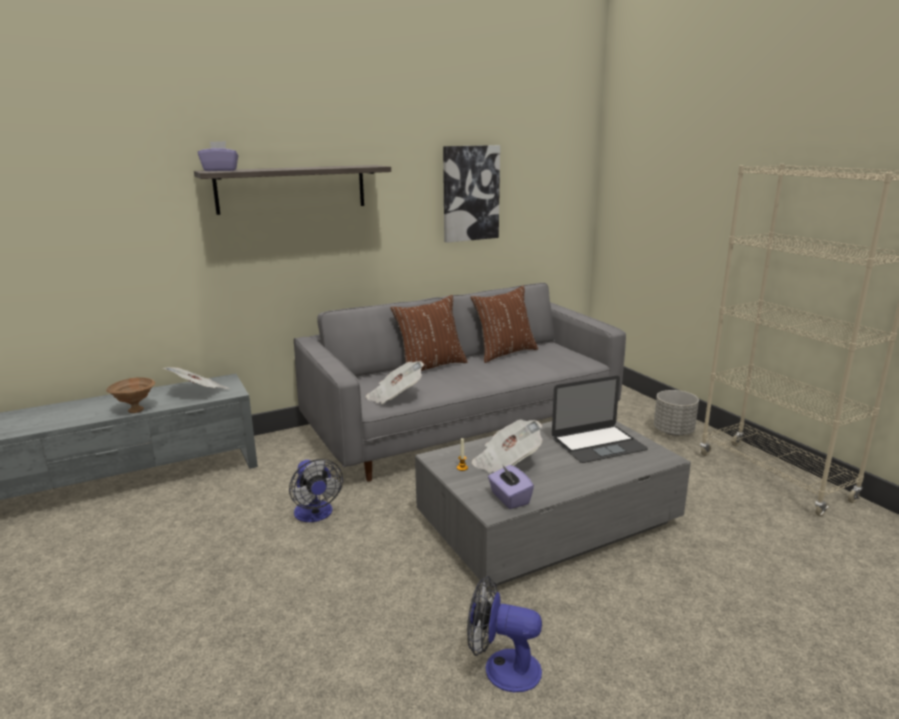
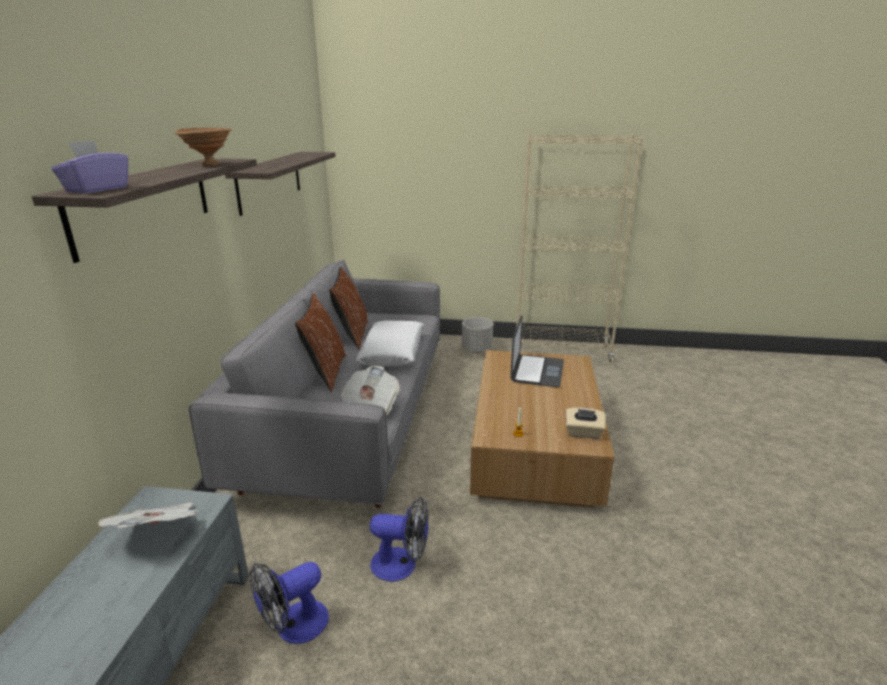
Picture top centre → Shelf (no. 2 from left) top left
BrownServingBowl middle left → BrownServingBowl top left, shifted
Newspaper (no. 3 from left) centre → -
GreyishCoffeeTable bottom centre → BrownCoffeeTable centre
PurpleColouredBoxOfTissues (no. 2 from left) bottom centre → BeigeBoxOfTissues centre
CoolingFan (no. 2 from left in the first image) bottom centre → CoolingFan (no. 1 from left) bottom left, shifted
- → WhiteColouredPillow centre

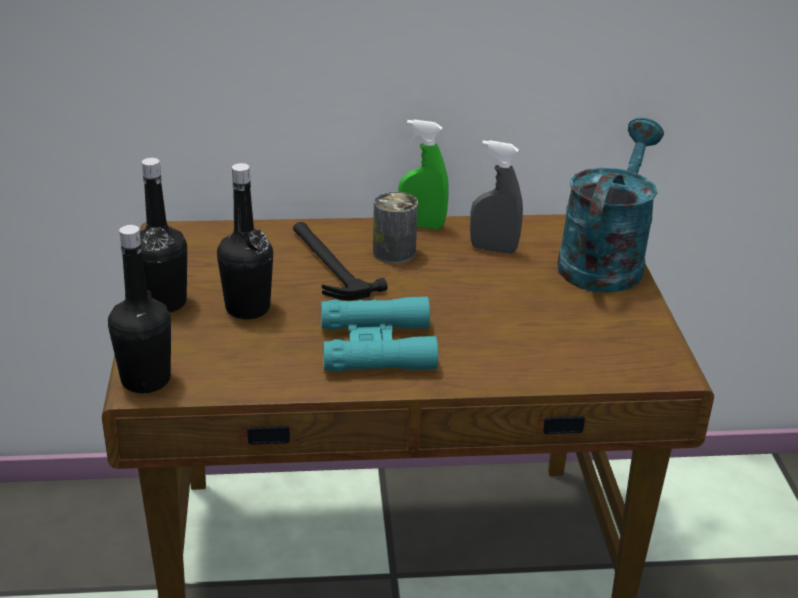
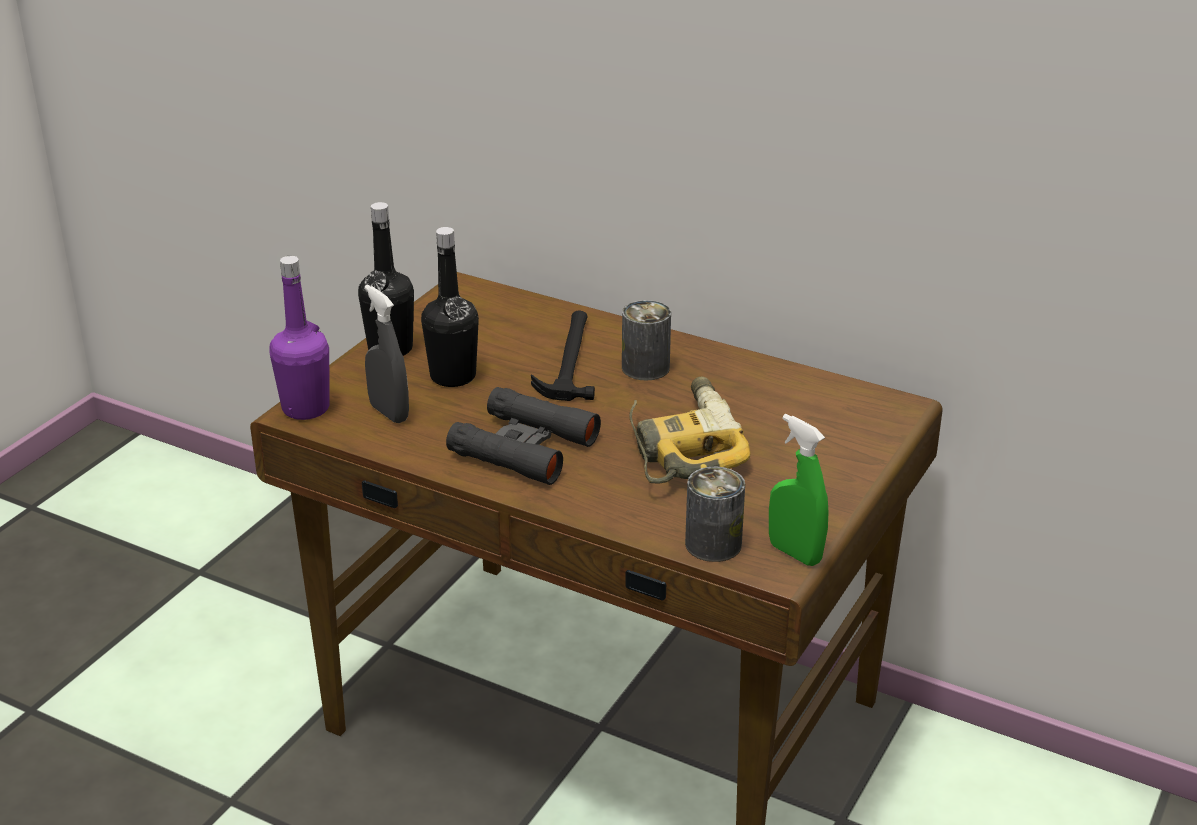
TurquoiseColouredWateringCan middle right → -
GreenColouredHandSprayer top centre → GreenColouredHandSprayer middle right, shifted
GreyishHandSprayer top centre → GreyishHandSprayer middle left, shifted
BlackColouredBottle (no. 1 from left) middle left → PurpleColouredBottle middle left
TurquoiseColouredFieldGlasses centre → BlackColouredFieldGlasses centre
- → PowerDrill centre
- → MetalCan (no. 2 from left) centre

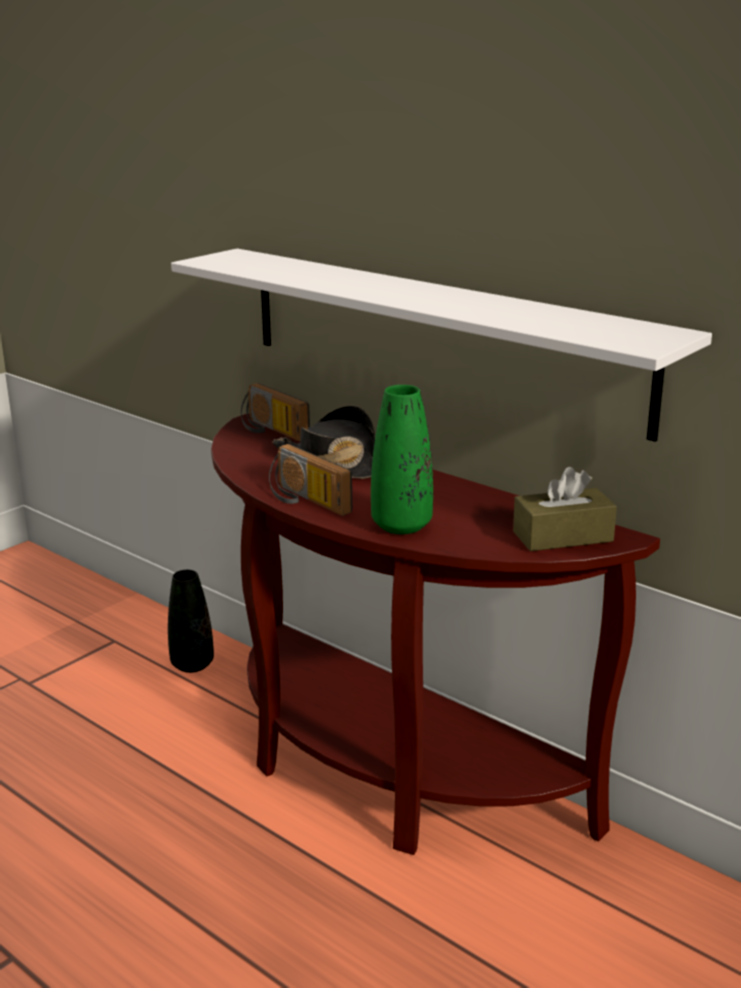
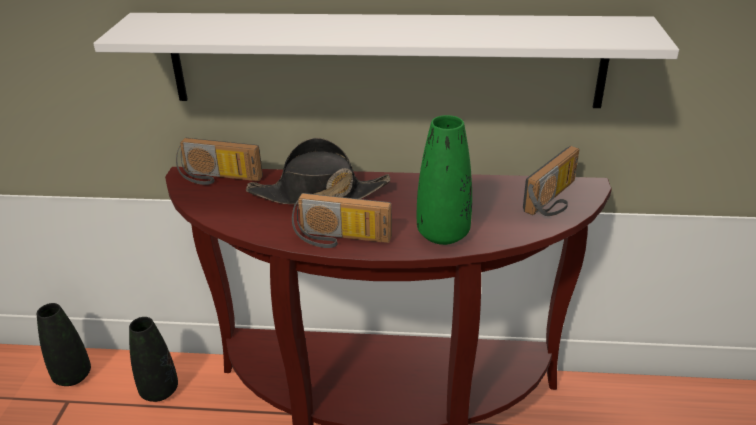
BrownBoxOfTissues middle right → Radio (no. 3 from left) middle right
- → BlackColouredDecorativeVase (no. 1 from left) bottom left

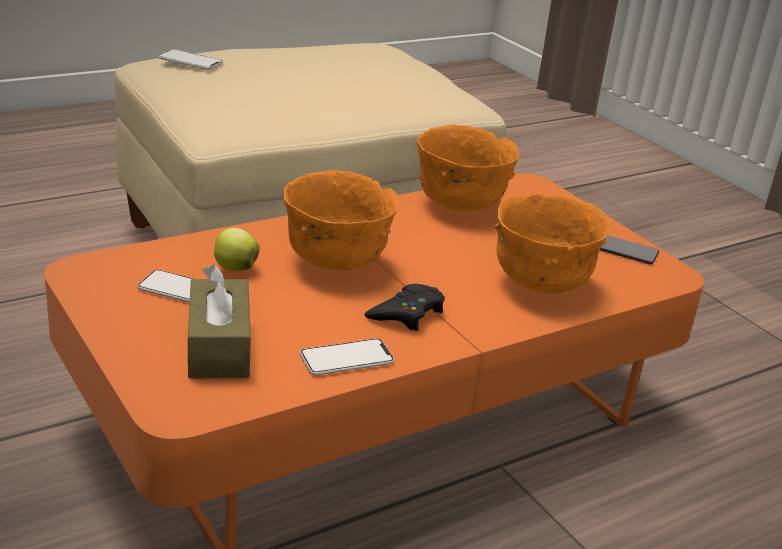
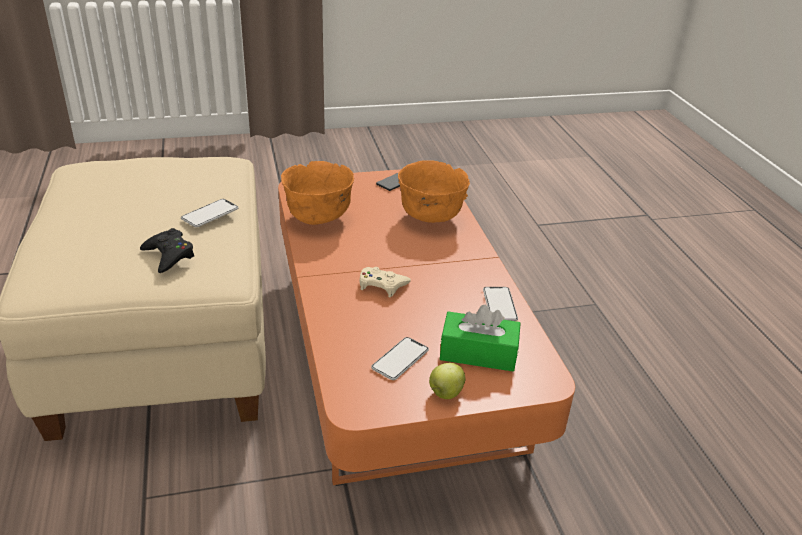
Handset (no. 2 from left in the first image) top left → Handset (no. 1 from left) middle left, shifted
OrangeColouredServingBowl (no. 1 from left) centre → BeigeGamepad centre
Apple middle left → Apple bottom centre, shifted
BrownBoxOfTissues middle left → GreenColouredBoxOfTissues centre
BlackColouredGamepad centre → BlackColouredGamepad middle left, shifted

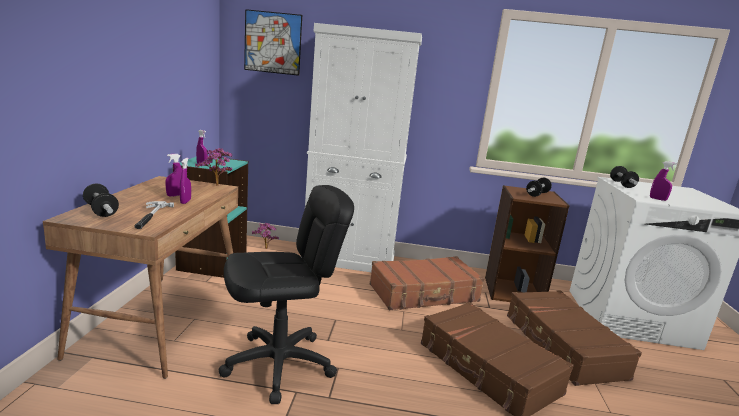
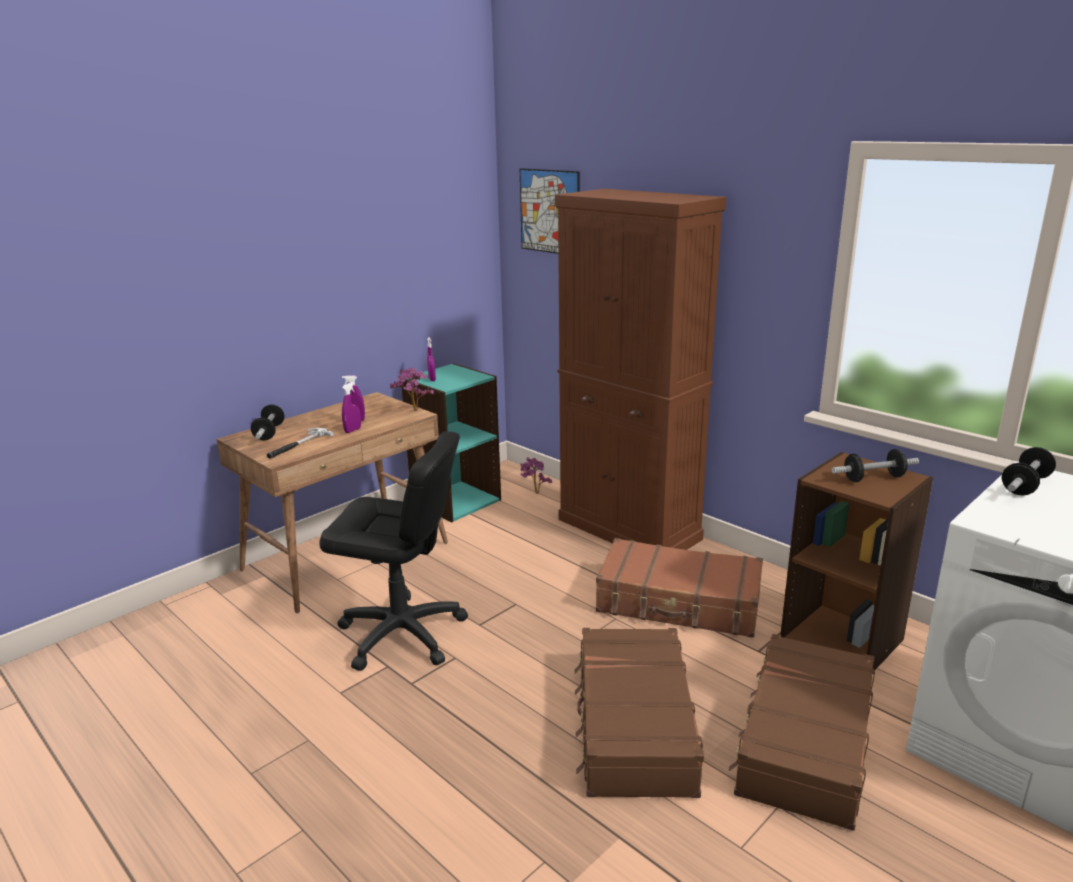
WhiteColouredStorageCabinet centre → BrownStorageCabinet centre
PurpleColouredHandSprayer (no. 4 from left) middle right → -

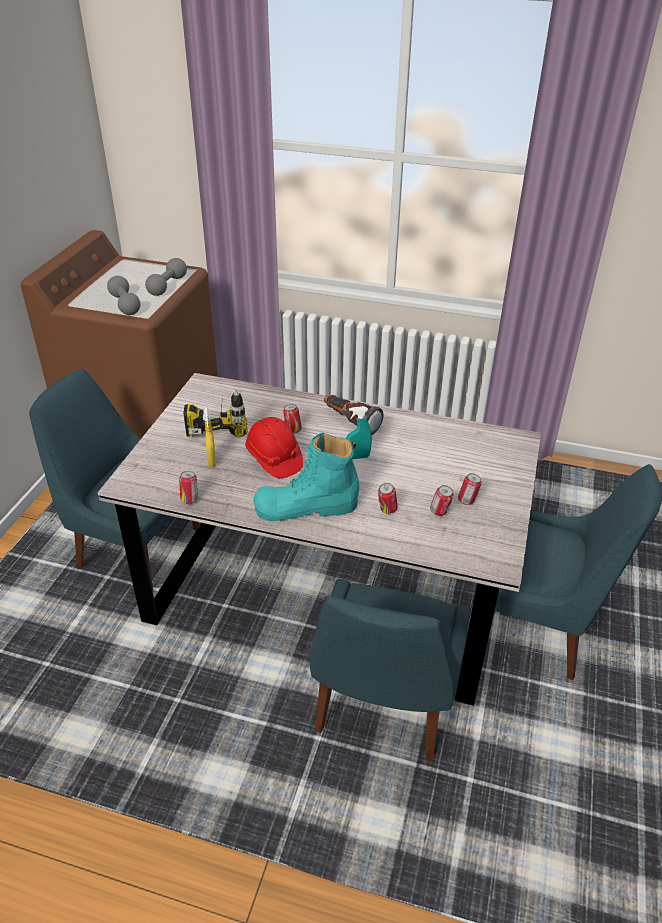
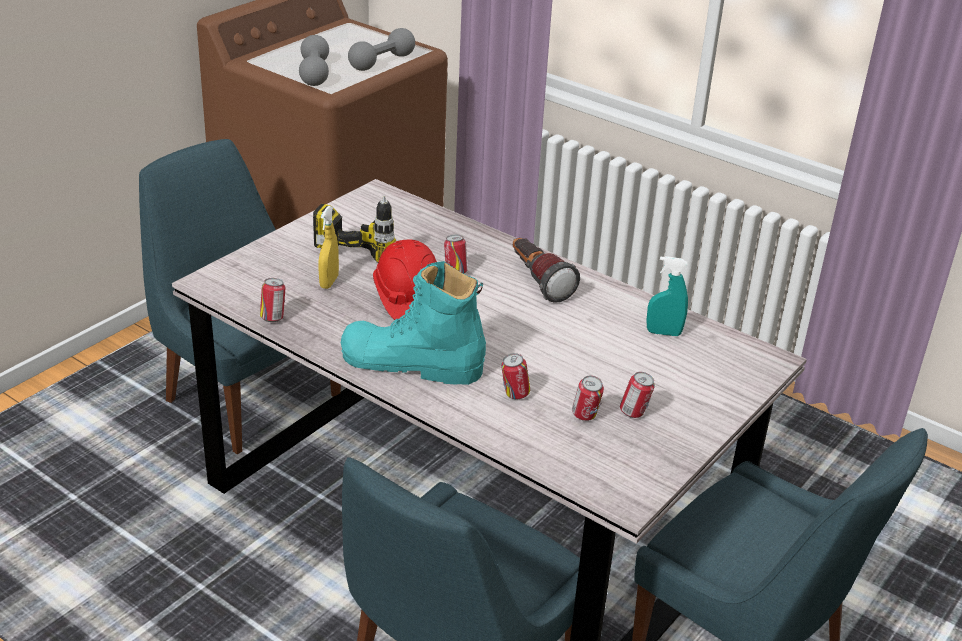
TurquoiseColouredHandSprayer centre → TurquoiseColouredHandSprayer middle right, shifted

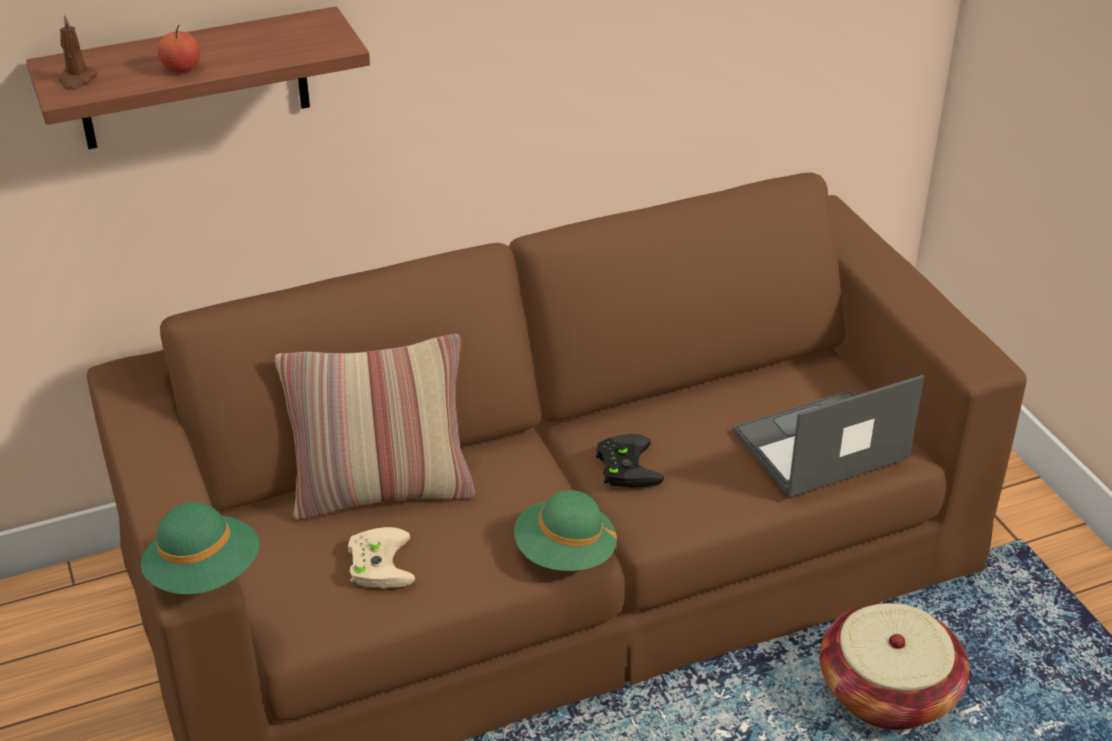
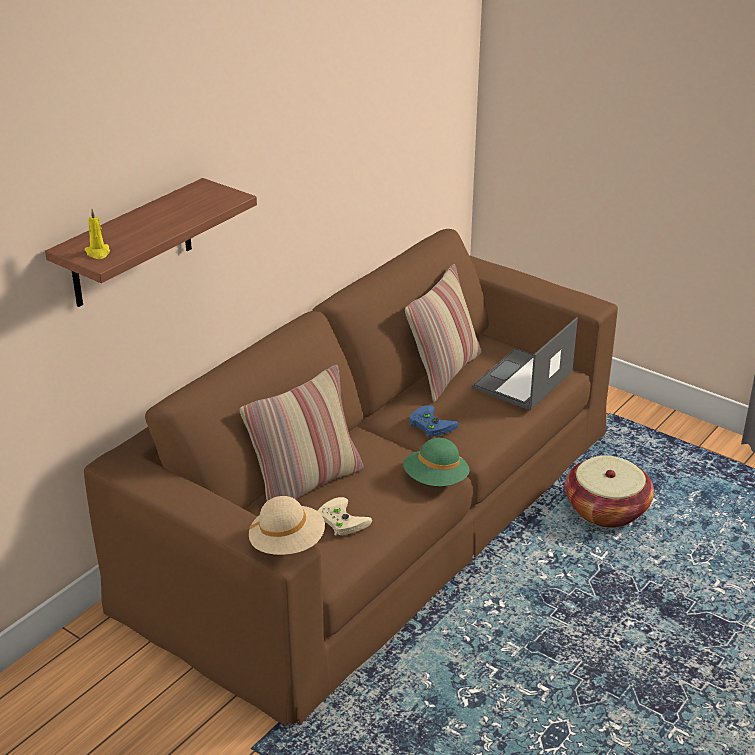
BrownCandle top left → YellowishCandle top left
Apple top left → -
BlackColouredGamepad centre → BluishGamepad centre
GreenColouredHat (no. 1 from left) bottom left → BeigeHat bottom centre
- → Pillow (no. 2 from left) centre

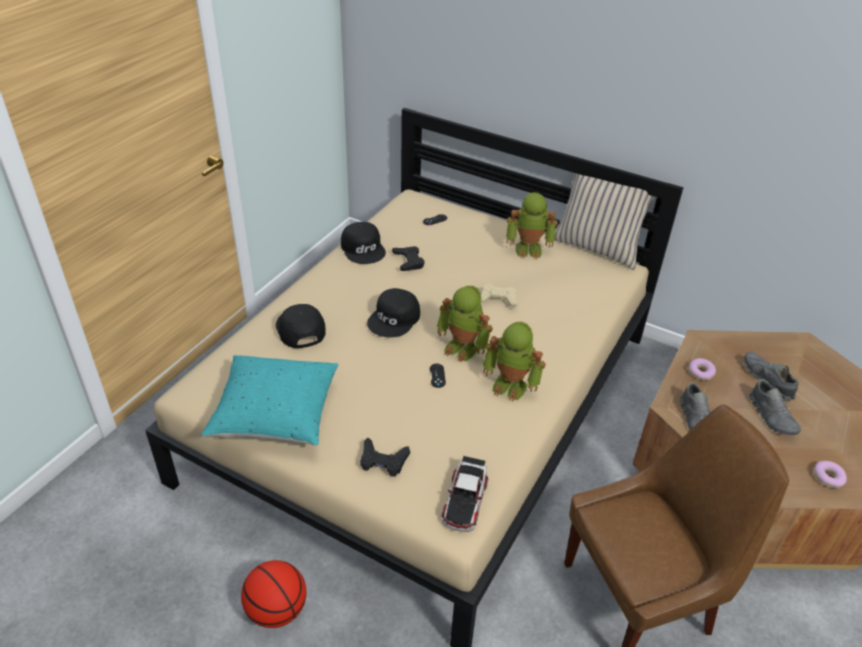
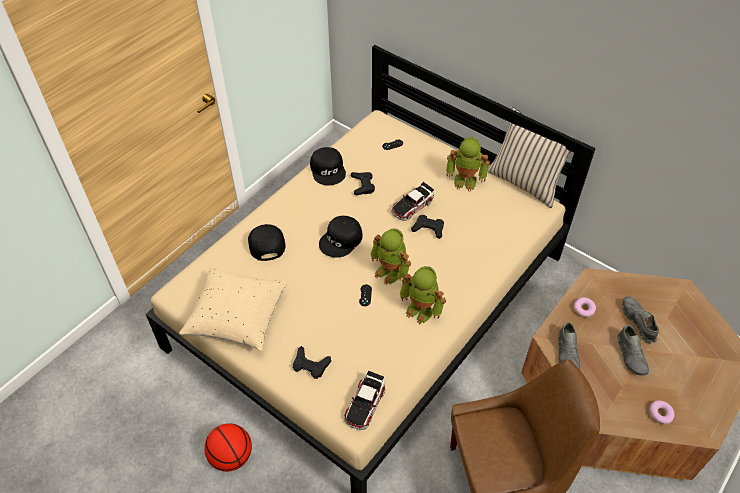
BeigeGamepad centre → BlackColouredGamepad (no. 5 from left) centre
TurquoiseColouredPillow middle left → BeigePillow (no. 1 from left) middle left
- → ToyCar (no. 2 from left) centre

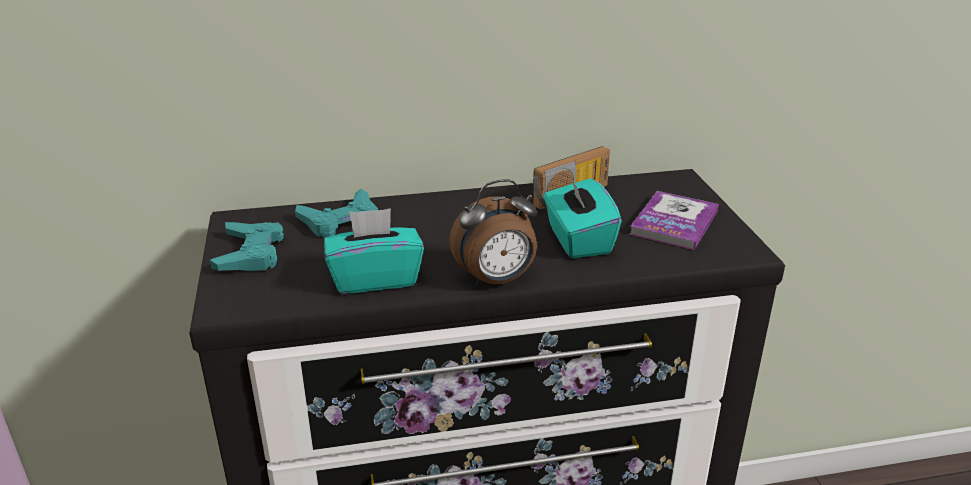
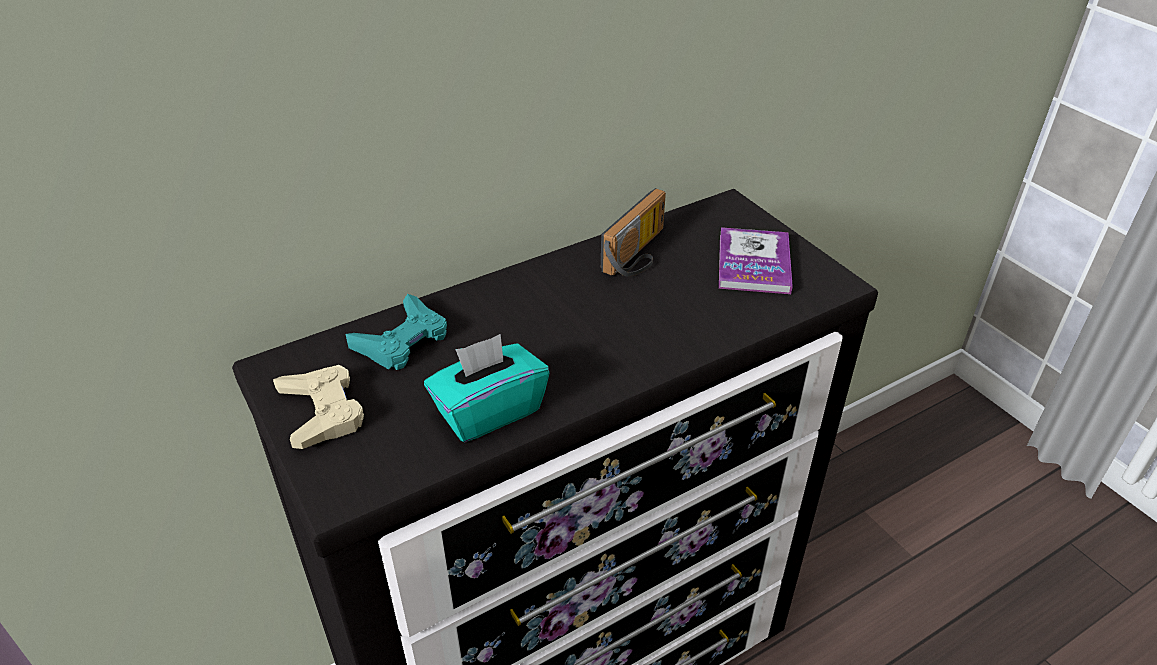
TurquoiseColouredBoxOfTissues (no. 2 from left) centre → -
BedsideClock centre → -
TurquoiseColouredGamepad (no. 1 from left) middle left → BeigeGamepad middle left

